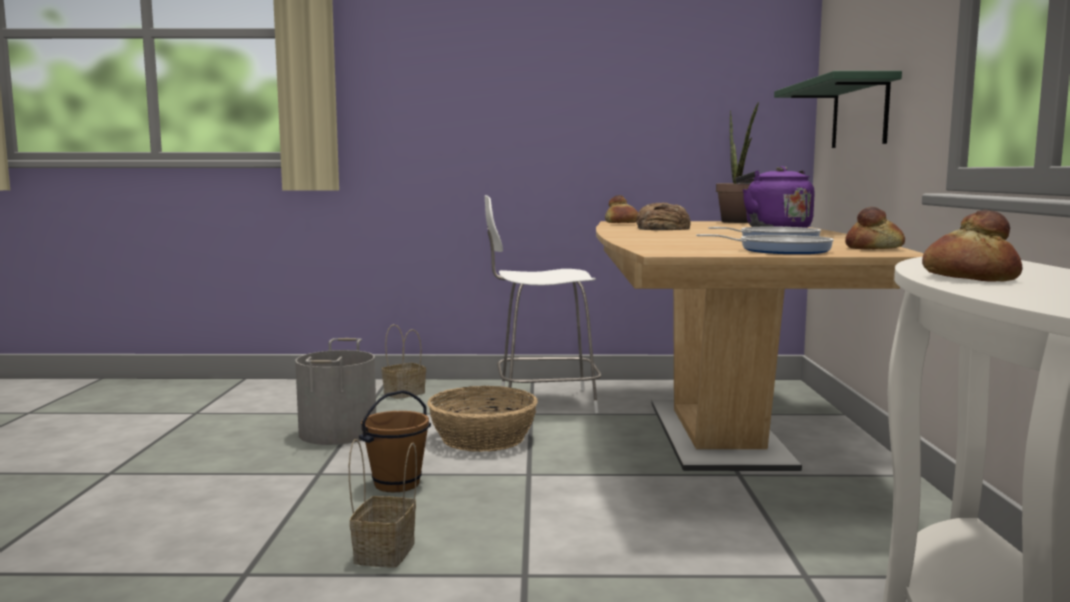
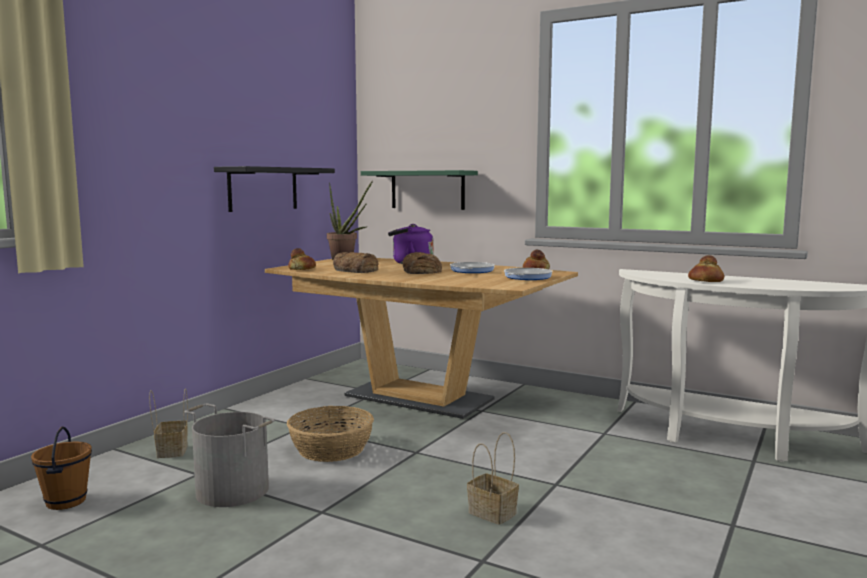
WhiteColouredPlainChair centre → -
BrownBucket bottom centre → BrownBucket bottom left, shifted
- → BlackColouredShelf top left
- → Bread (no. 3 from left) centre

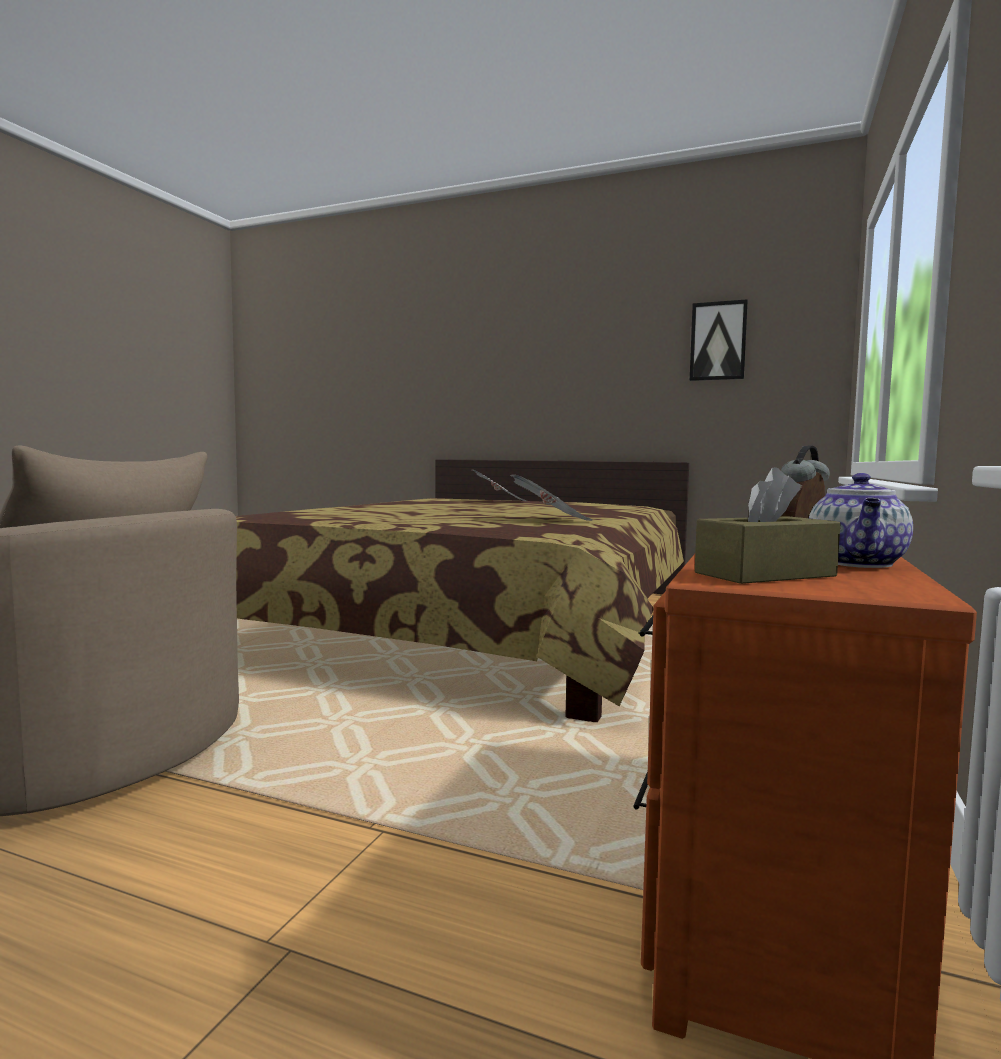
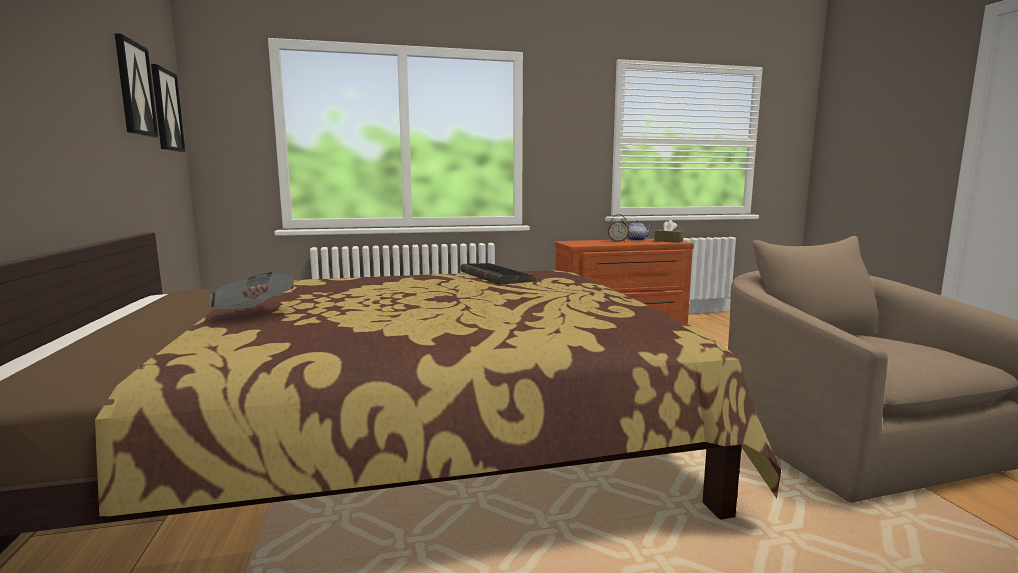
Newspaper (no. 2 from left) centre → PcKeyboard centre
- → Picture (no. 2 from left) top left

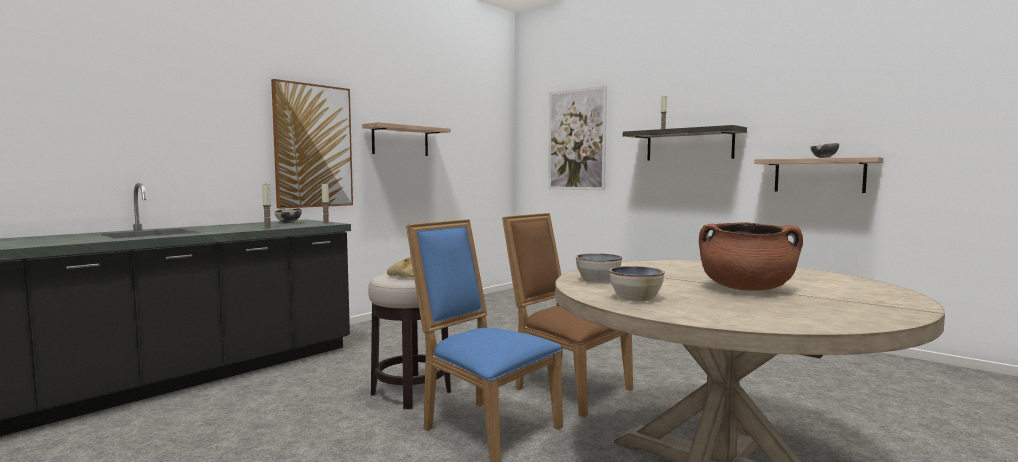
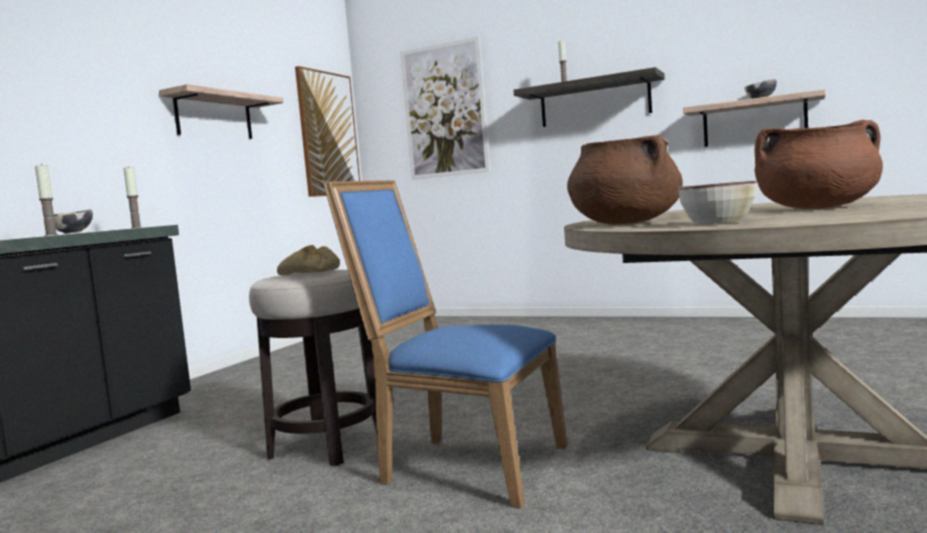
Picture (no. 1 from left) top left → Picture (no. 1 from left) top centre, shifted
BrownPlainChair bottom centre → -
ServingBowl (no. 2 from left) centre → BrownSaucepot (no. 1 from left) middle right

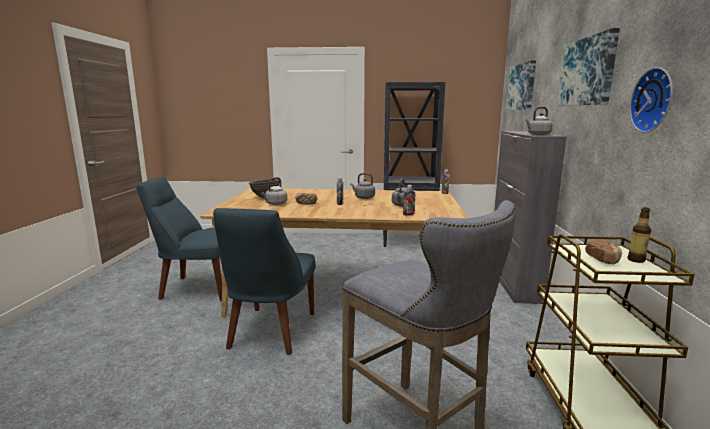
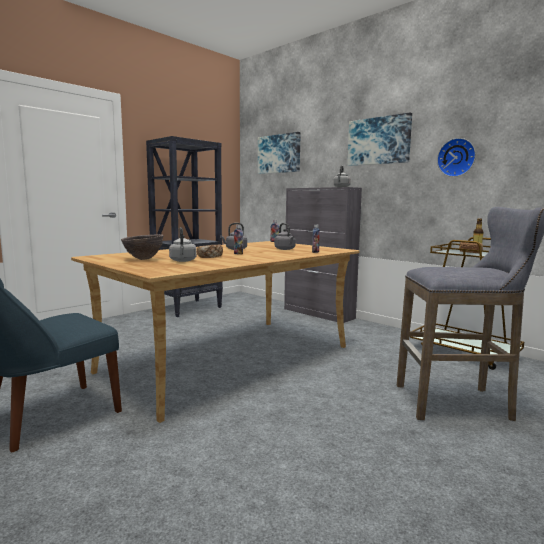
BluishPlainChair (no. 2 from left) centre → -

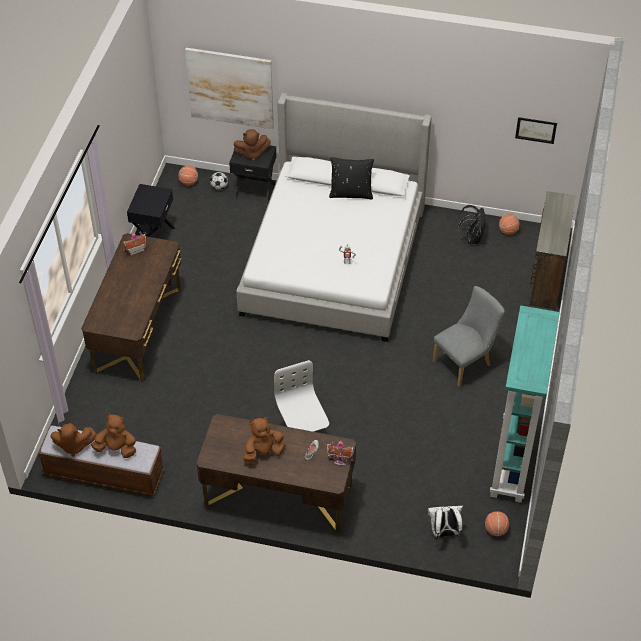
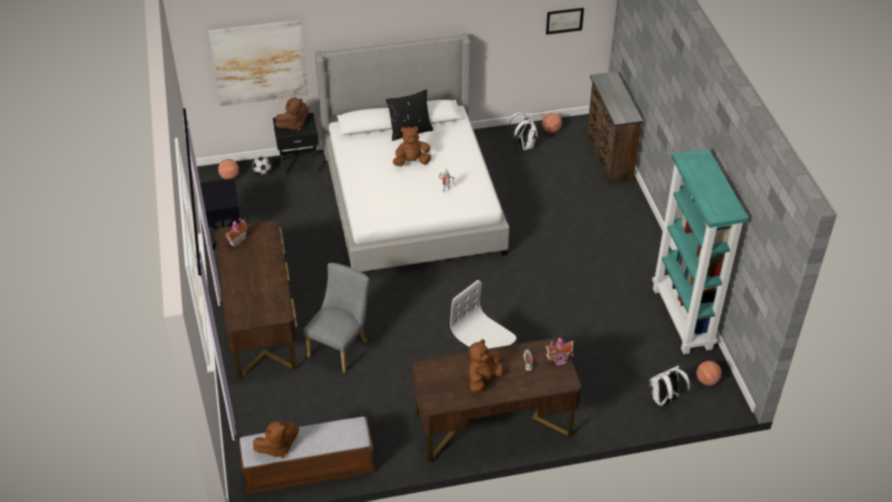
BlackColouredRucksack middle right → WhiteColouredRucksack (no. 1 from left) top centre
GreyishPlainChair middle right → GreyishPlainChair centre, shifted
BrownPlushToy (no. 2 from left in the first image) bottom left → BrownPlushToy (no. 3 from left) top centre, shifted

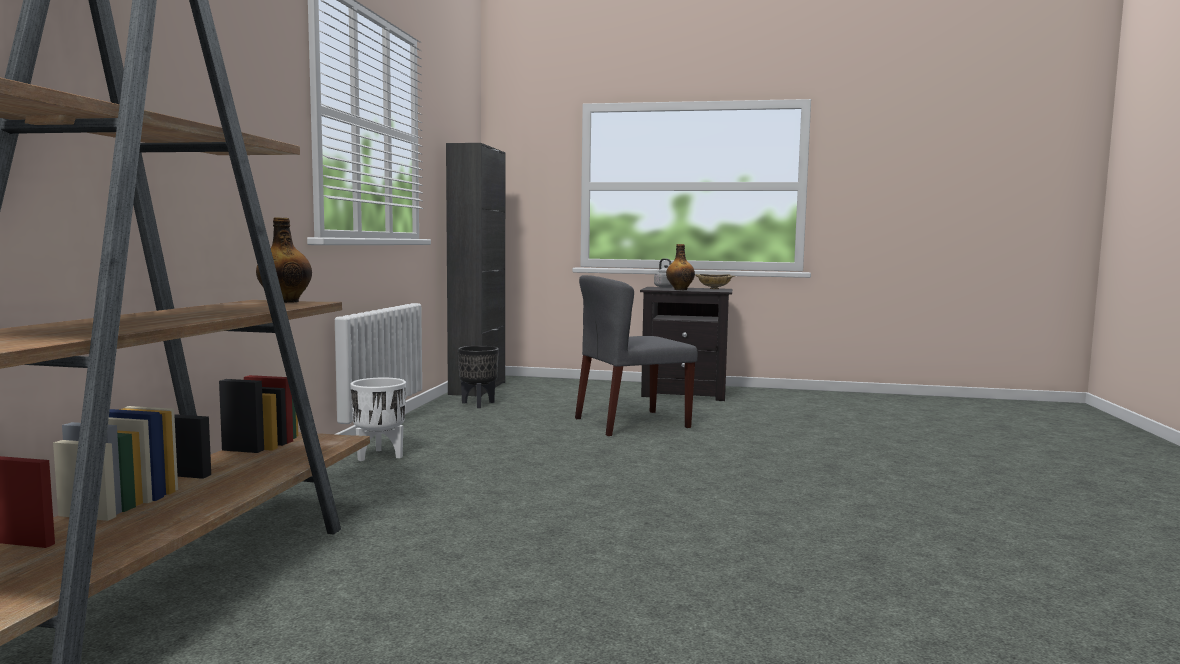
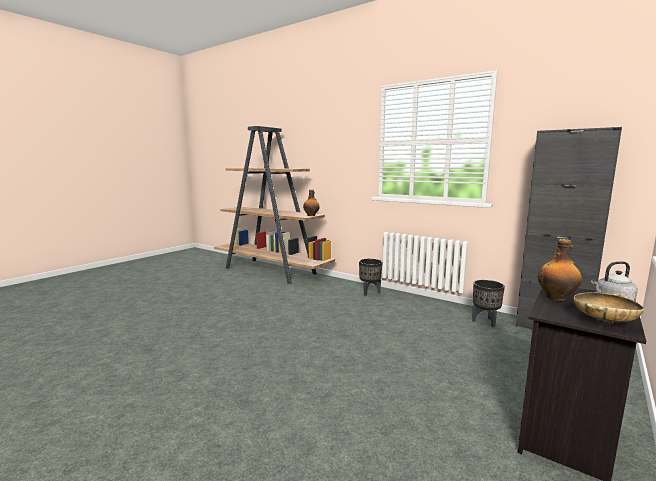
GreyishPlainChair centre → -
WhiteColouredFlowerPot middle left → BlackColouredFlowerPot (no. 1 from left) centre

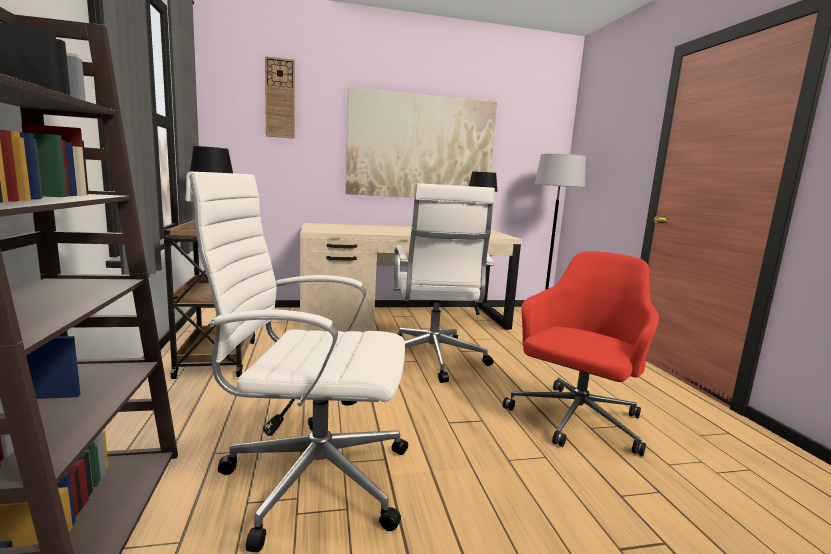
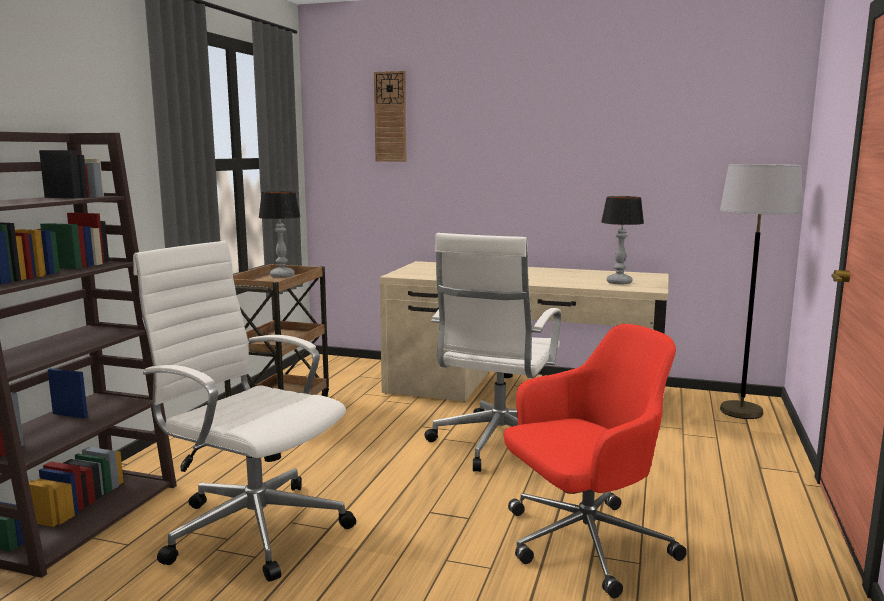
Picture top centre → -

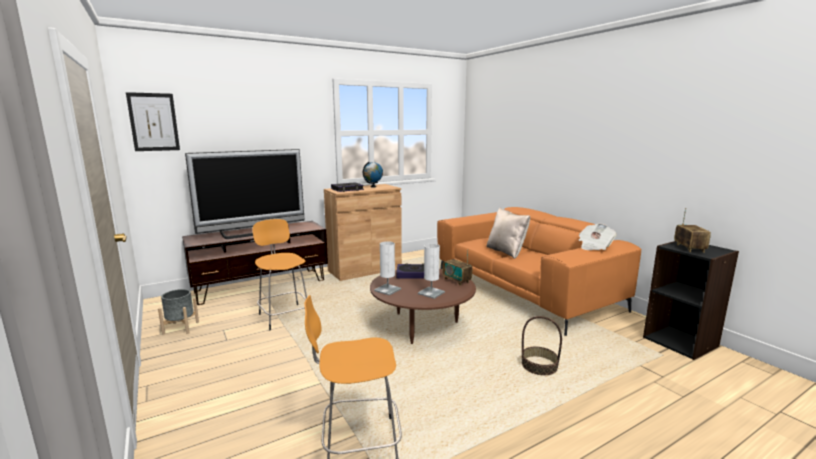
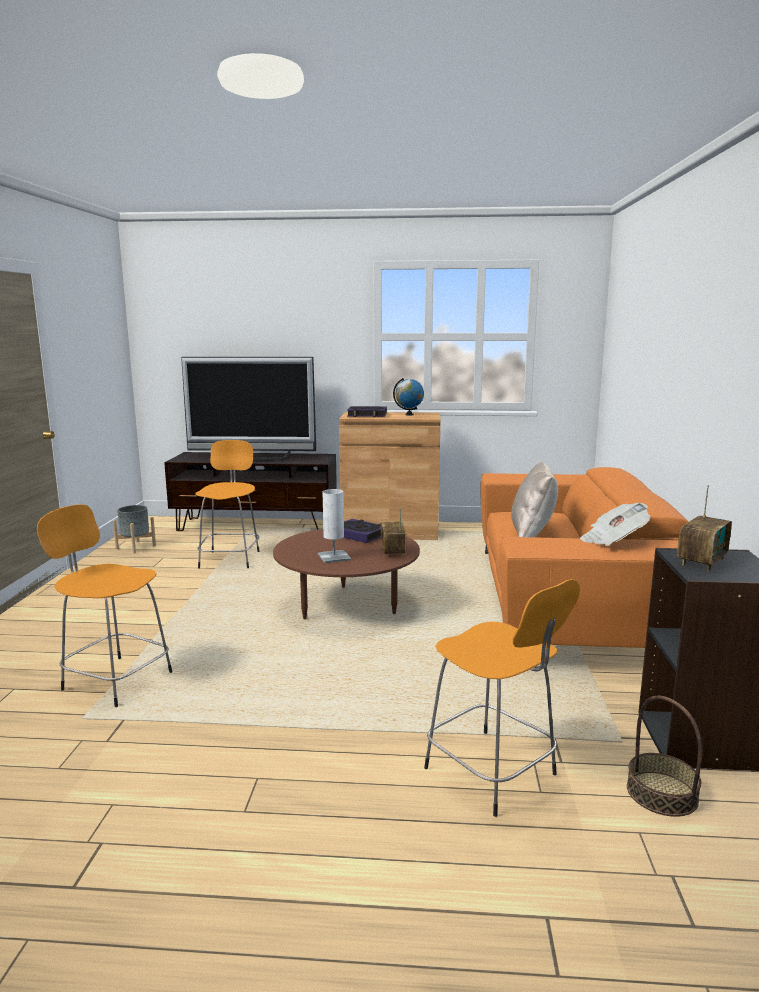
Picture top left → -
WhiteColouredTableLamp (no. 1 from left) centre → -
StorageBasket bottom centre → StorageBasket bottom right, shifted
- → OrangeColouredStool (no. 3 from left) bottom centre

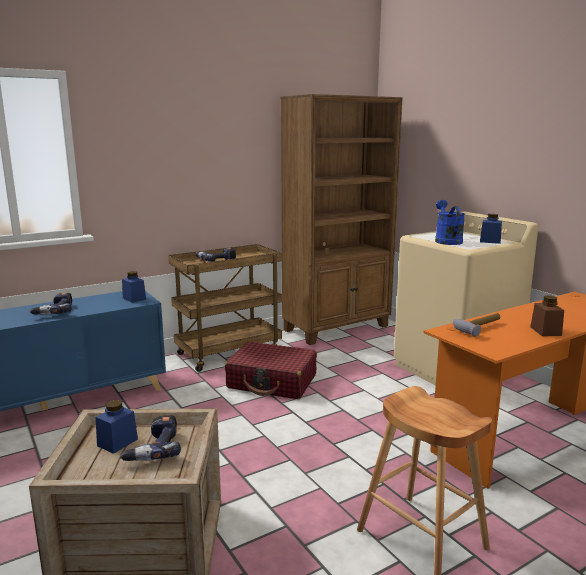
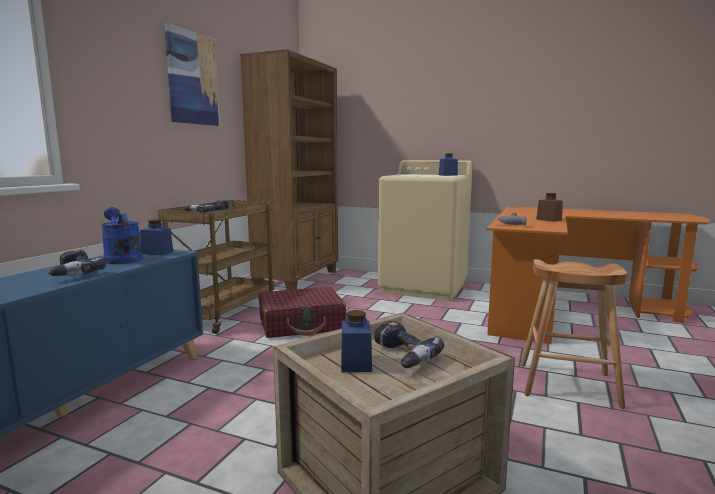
BluishWateringCan middle right → BluishWateringCan middle left, shifted
- → Picture top left

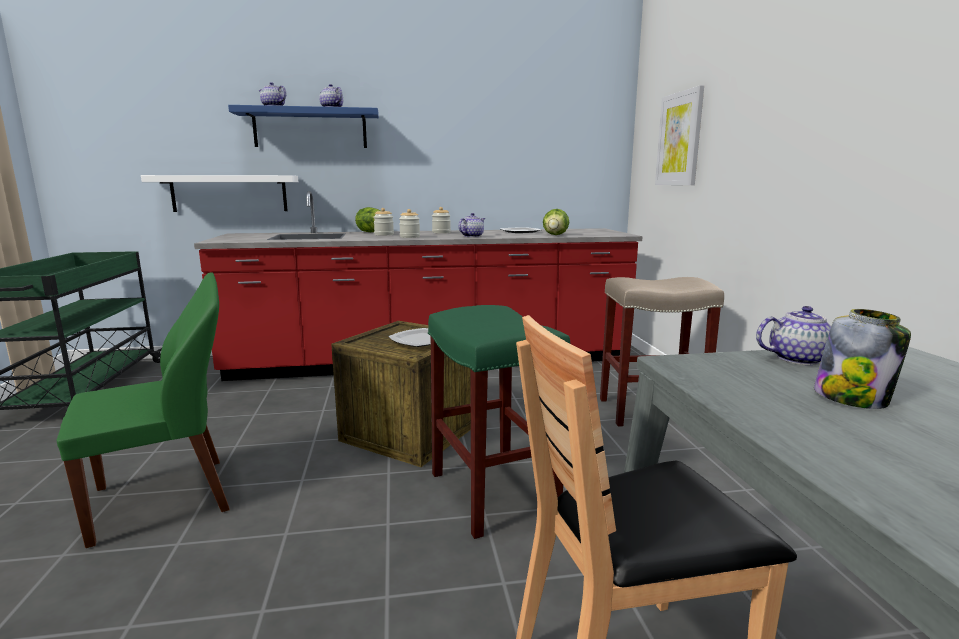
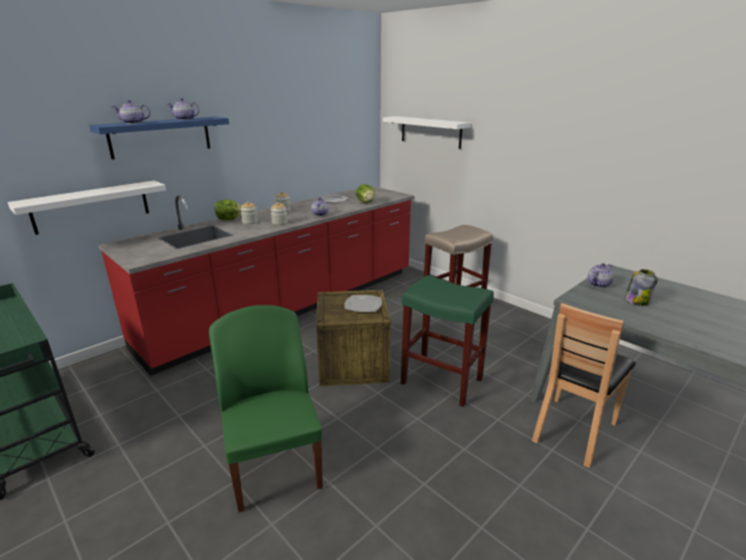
Picture top right → WhiteColouredShelf (no. 2 from left) top centre
GreenColouredPlainChair middle left → GreenColouredPlainChair bottom centre, 45 degrees counterclockwise

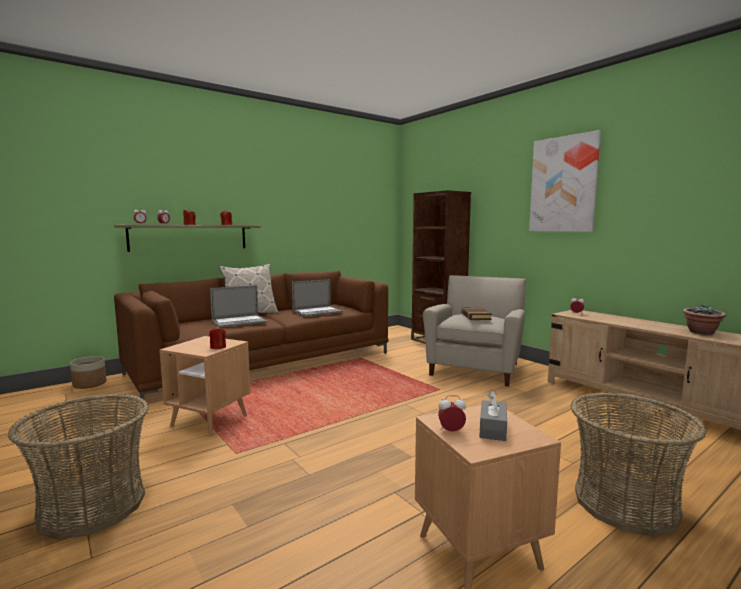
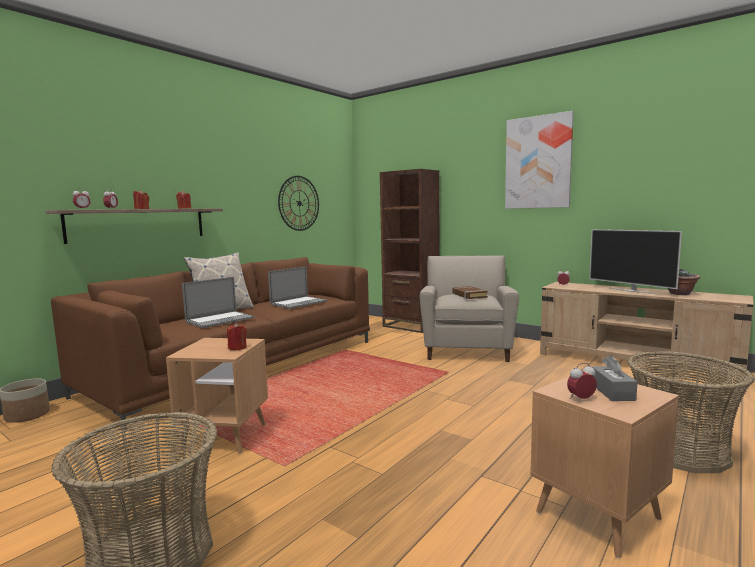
- → WallClock centre
- → TvSet middle right

